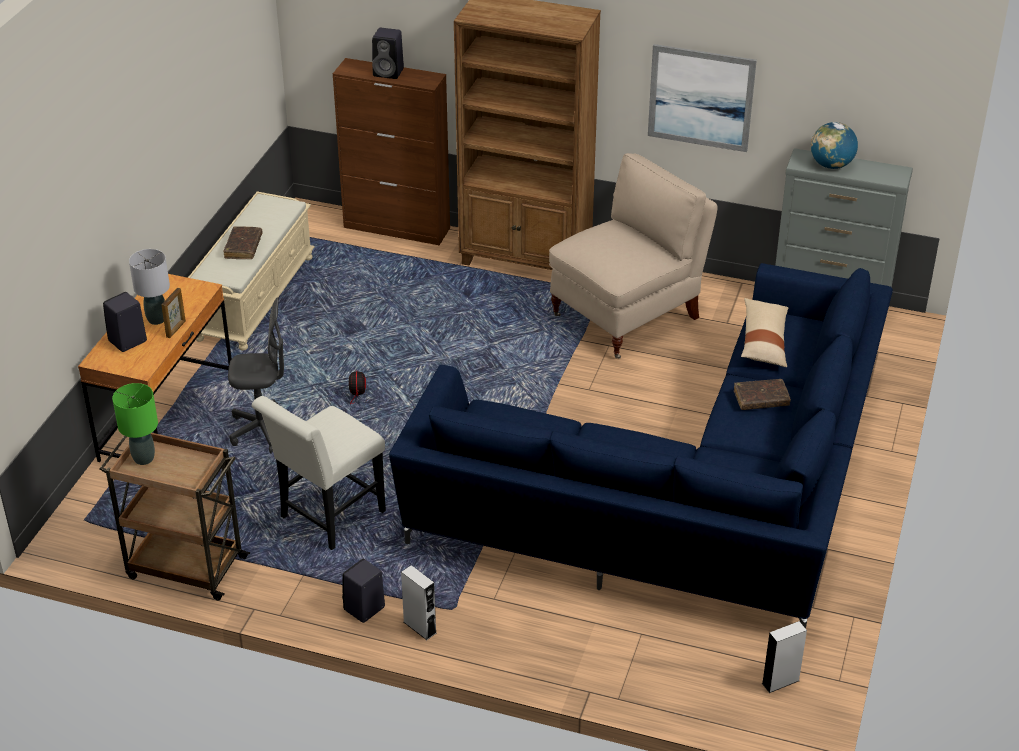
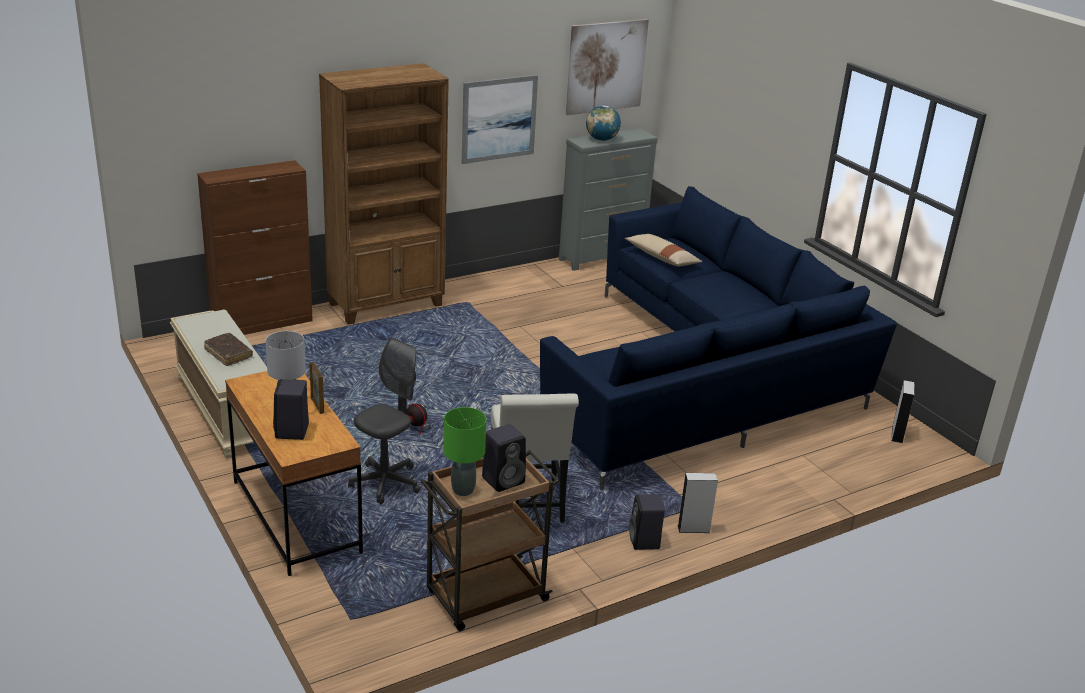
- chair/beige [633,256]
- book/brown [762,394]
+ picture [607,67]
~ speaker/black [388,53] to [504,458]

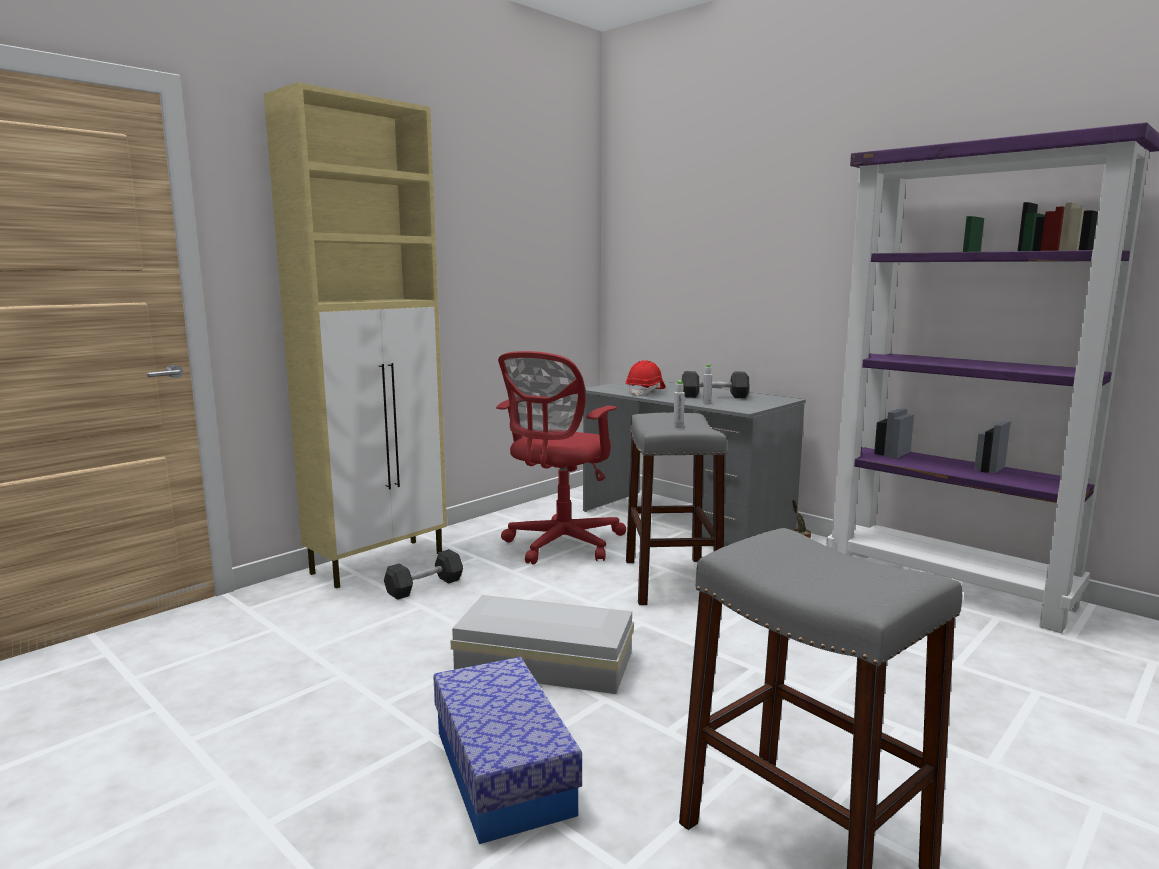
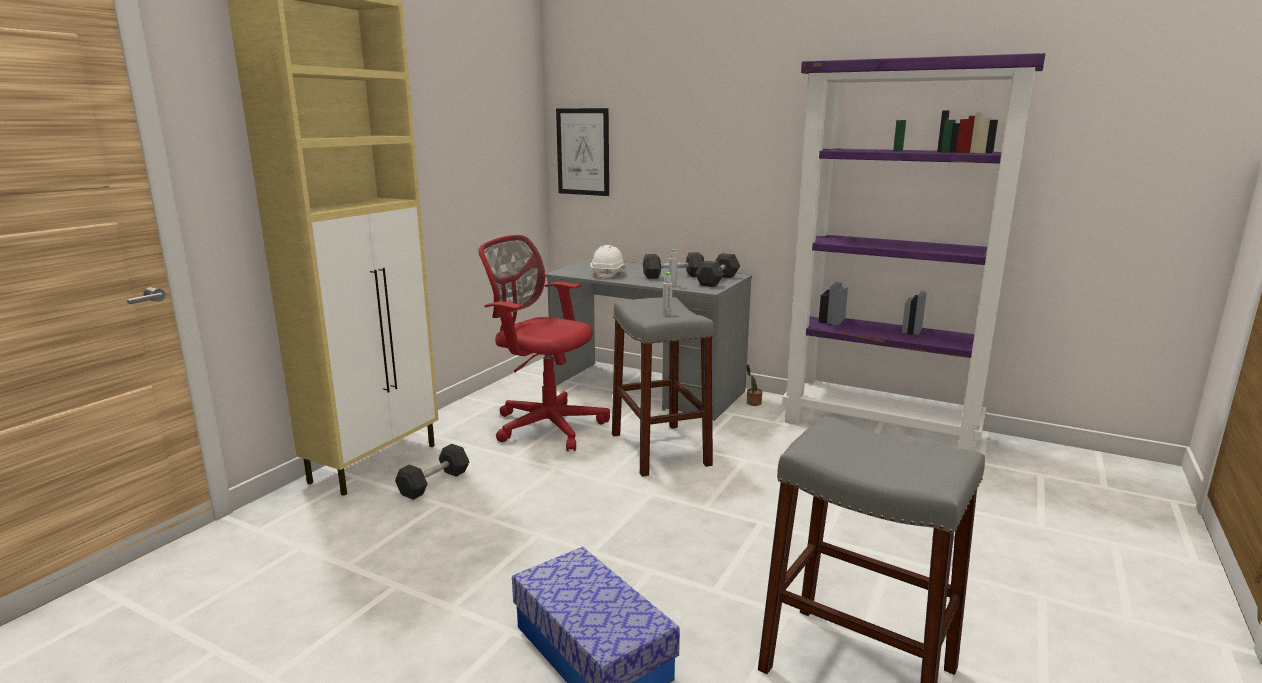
- storage box/white [542,644]
+ picture [582,152]
+ dumbbell/grey [717,270]
~ hard hat/red [645,378] to hard hat/white [608,262]
~ office chair/red [561,458] = [544,343] 105 degrees clockwise

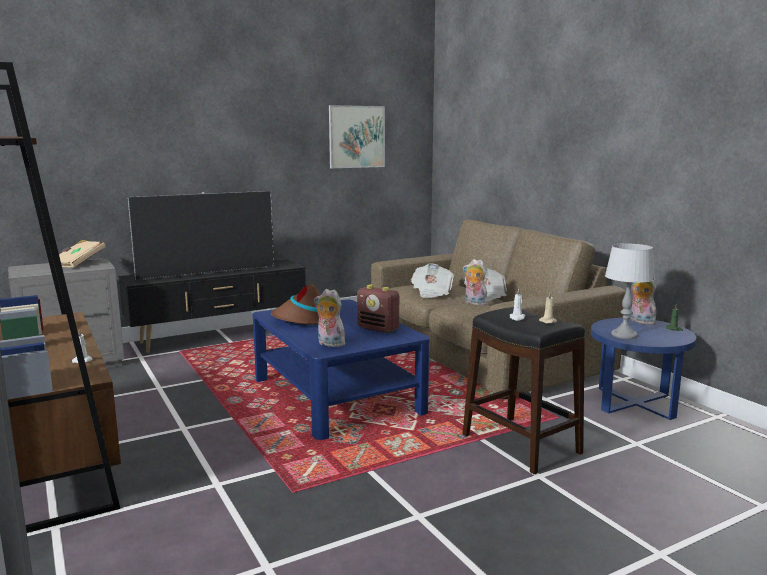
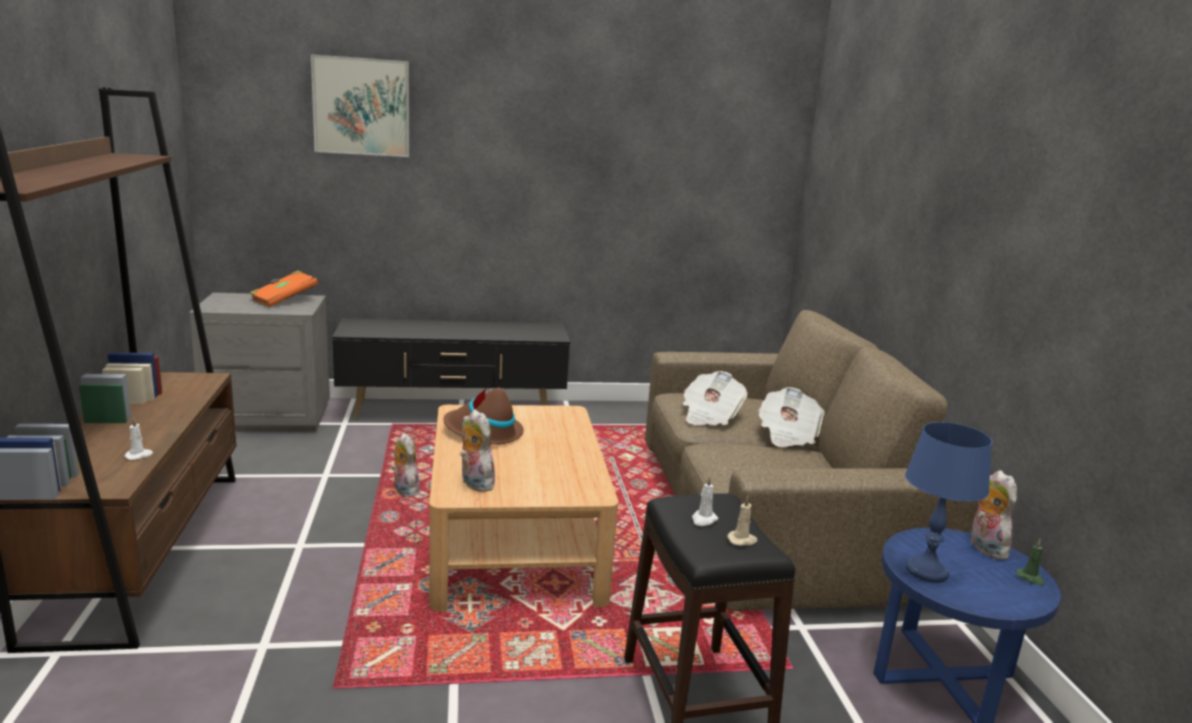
- television [201,235]
- radio [378,308]
~ picture [357,136] to [360,105]
~ plush toy [475,282] to [405,465]
~ book/beige [82,254] to book/orange [284,288]
~ coffee table/blue [341,370] to coffee table/beige [524,508]
~ table lamp/grey [630,291] to table lamp/blue [948,502]

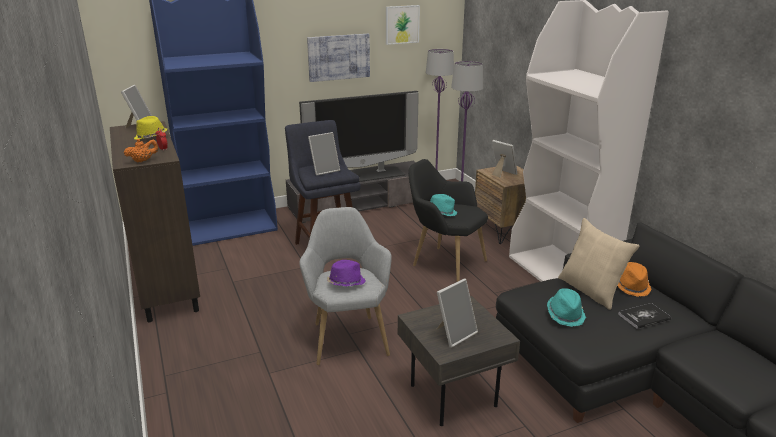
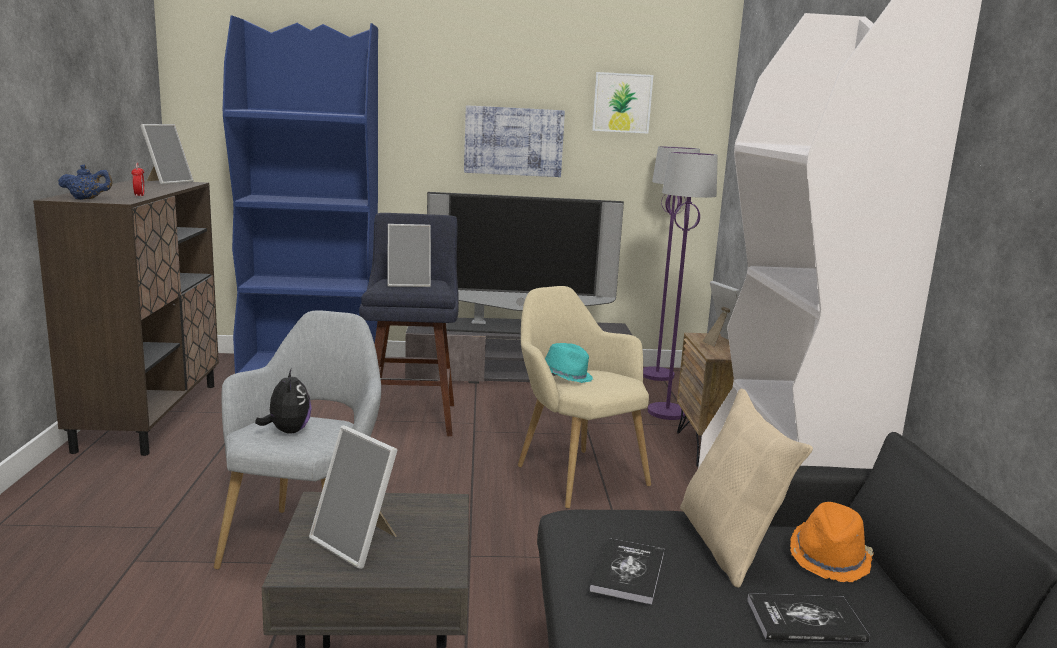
- hat/yellow [150,128]
~ hat/purple [346,273] to plush toy [283,401]
~ hat/turquoise [566,307] to book [626,571]
~ teapot/orange [141,151] to teapot/blue [85,182]
~ armchair/black [448,220] to armchair/beige [584,397]
~ picture frame [457,313] = [353,497] 60 degrees clockwise

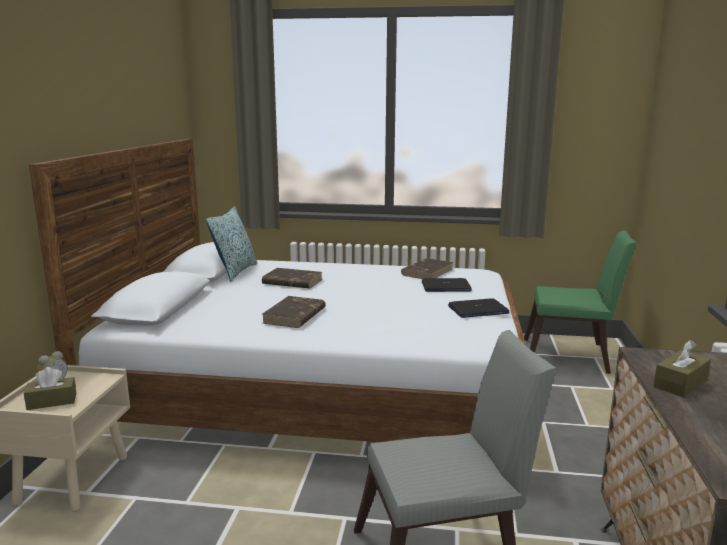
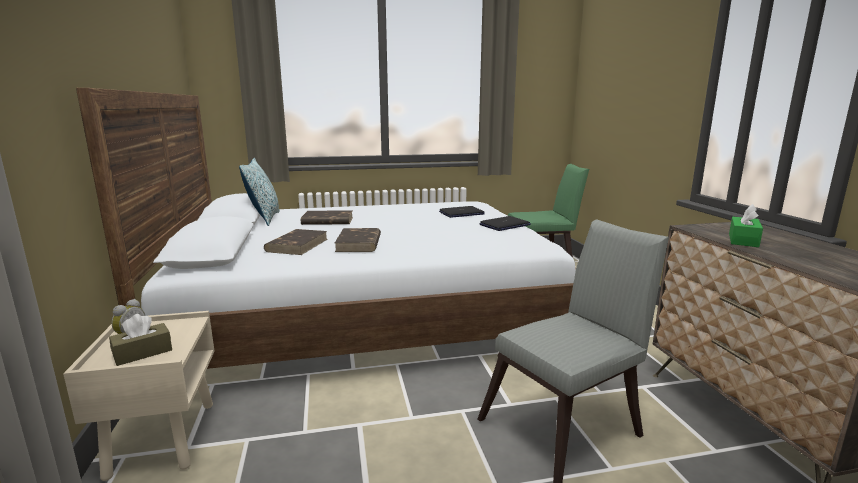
~ book/brown [427,268] to [295,242]
~ tissue box/brown [682,368] to tissue box/green [746,225]

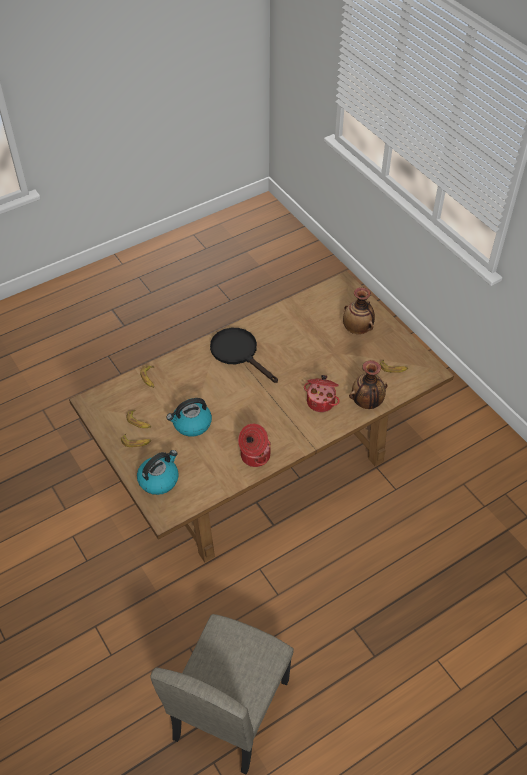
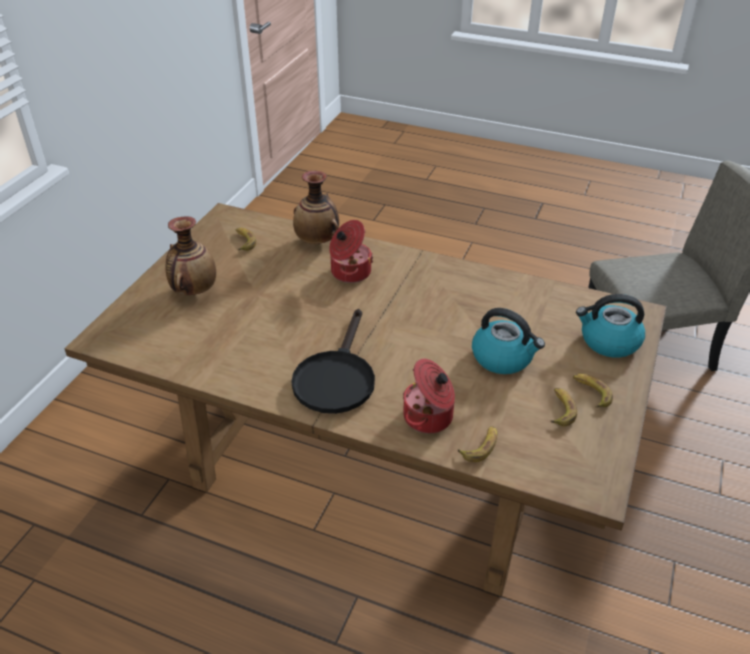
~ cooking pot [254,445] to [429,396]

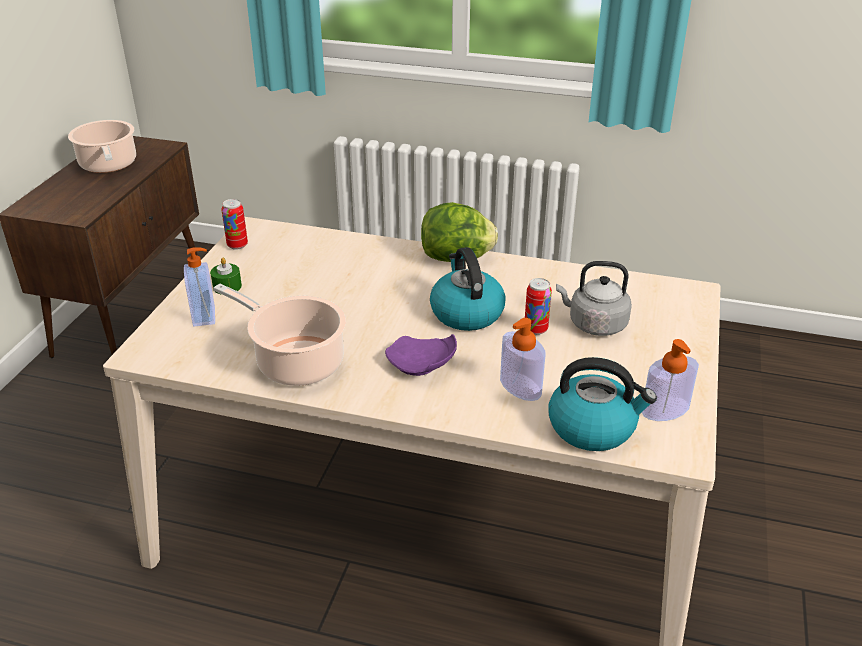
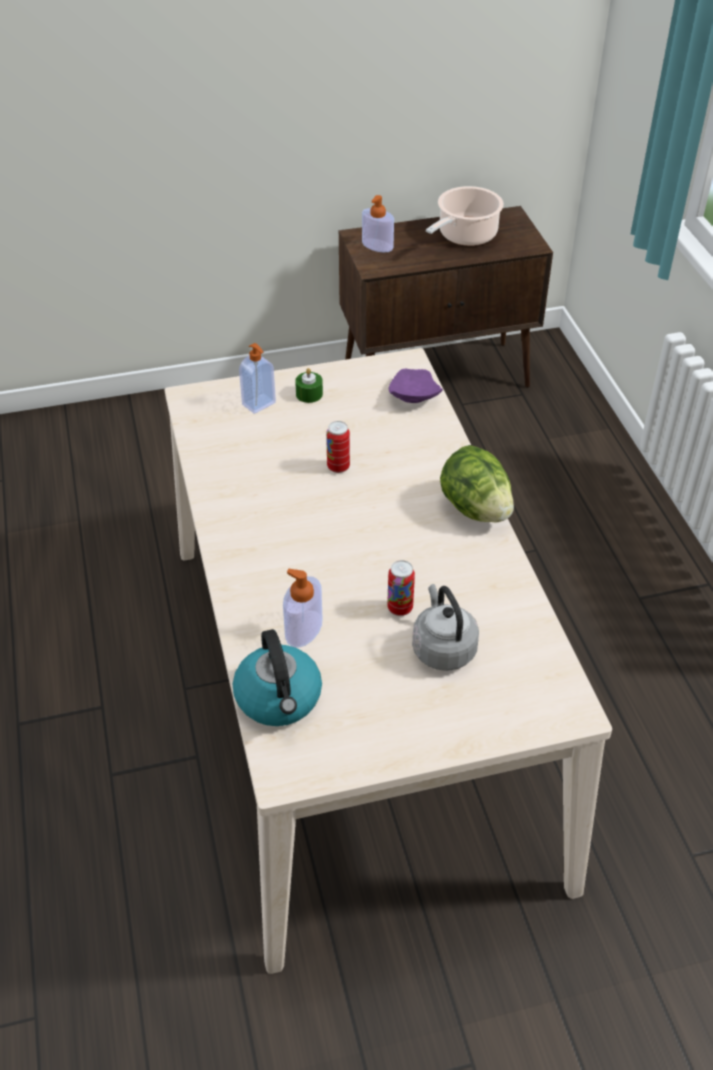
- cooking pot [279,334]
- kettle [468,289]
~ can [235,224] to [338,447]
~ plate/purple [421,355] to [416,386]
~ soap dispenser [670,380] to [378,224]

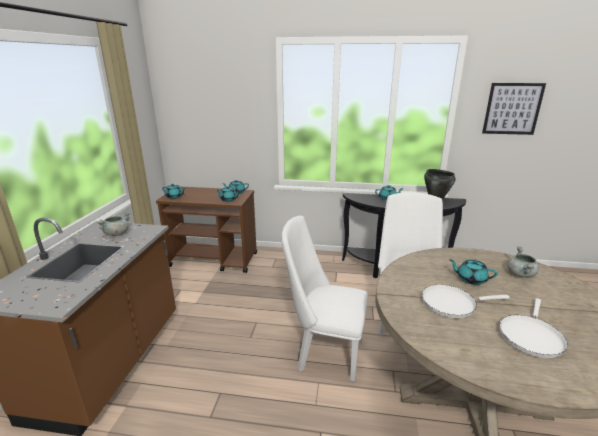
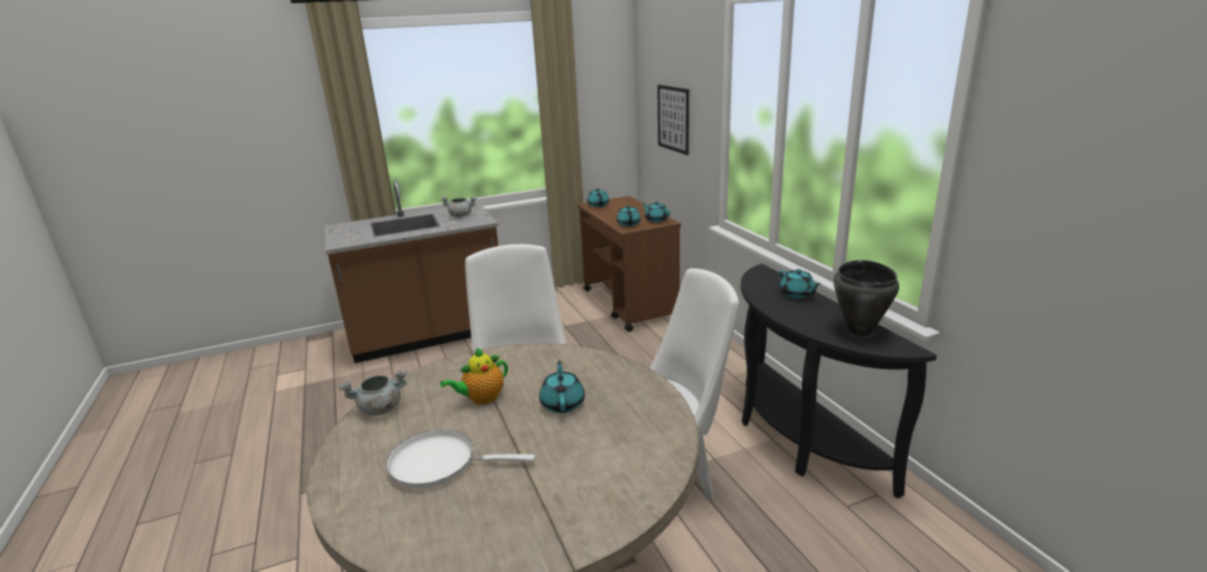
~ picture [514,109] to [673,120]
~ cooking pot/grey [523,262] to [373,392]
~ frying pan/white [466,301] to teapot [474,376]

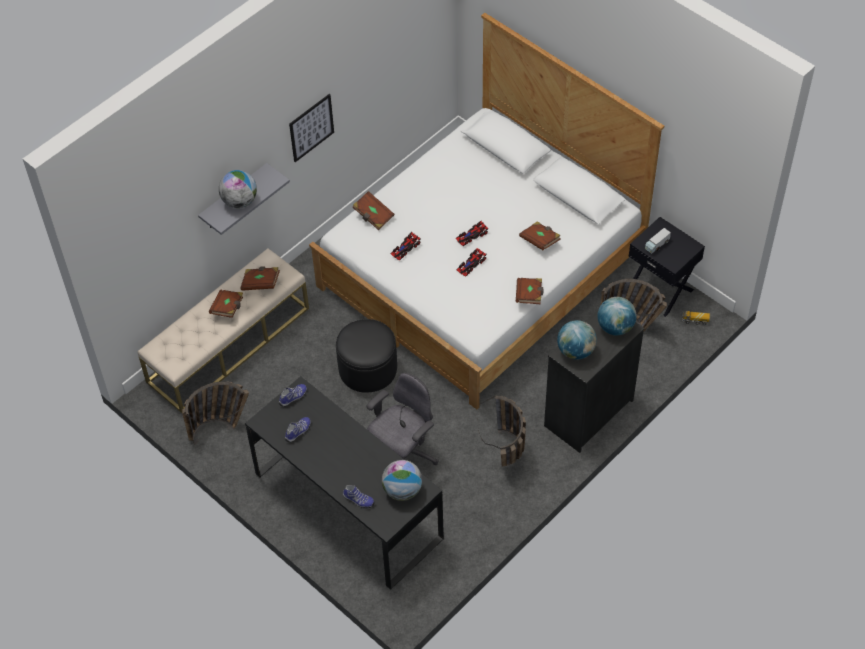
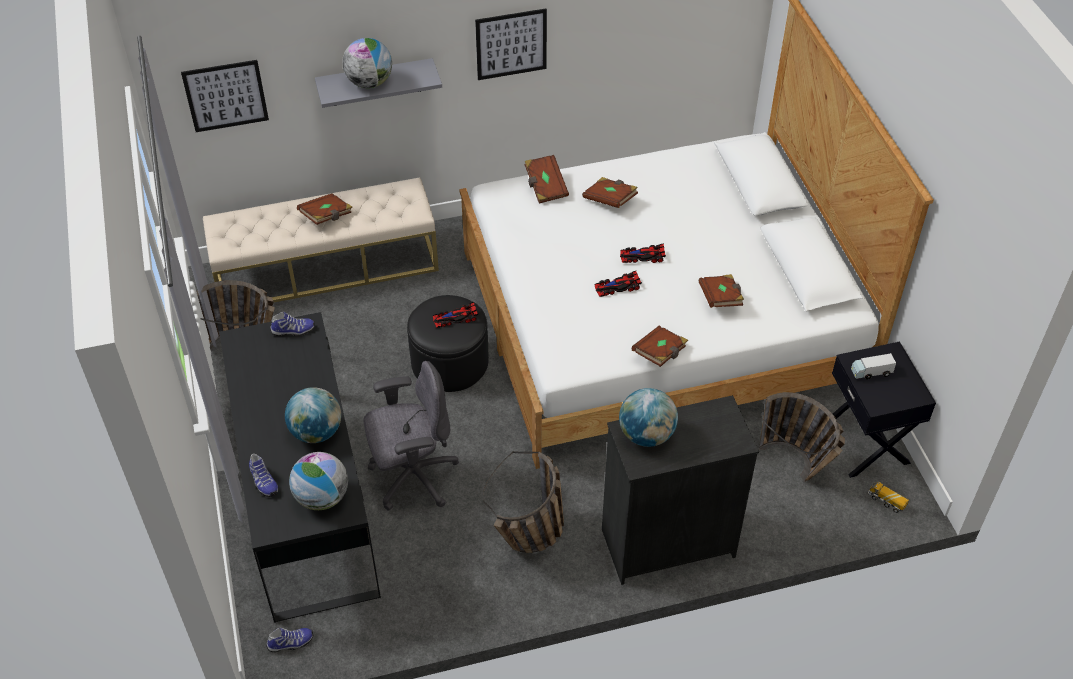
+ picture [225,96]
~ book/brown [260,278] to [610,192]
~ shoe [298,430] to [289,639]
~ toy car [406,246] to [455,315]
~ globe [617,316] to [313,415]

